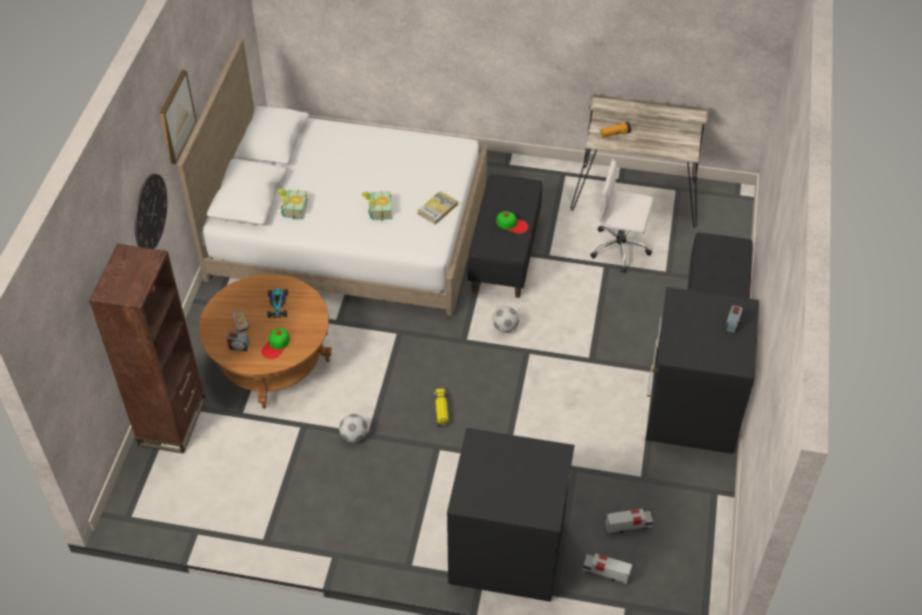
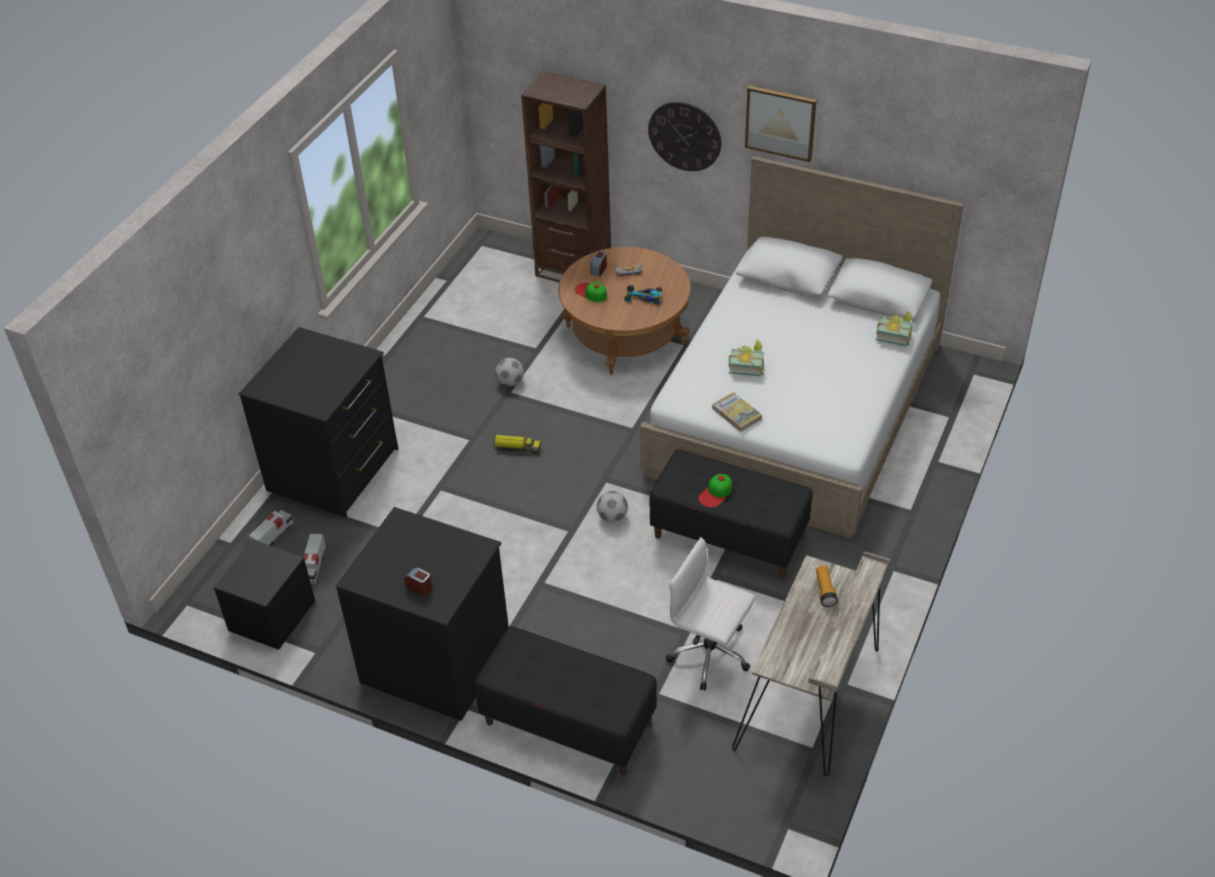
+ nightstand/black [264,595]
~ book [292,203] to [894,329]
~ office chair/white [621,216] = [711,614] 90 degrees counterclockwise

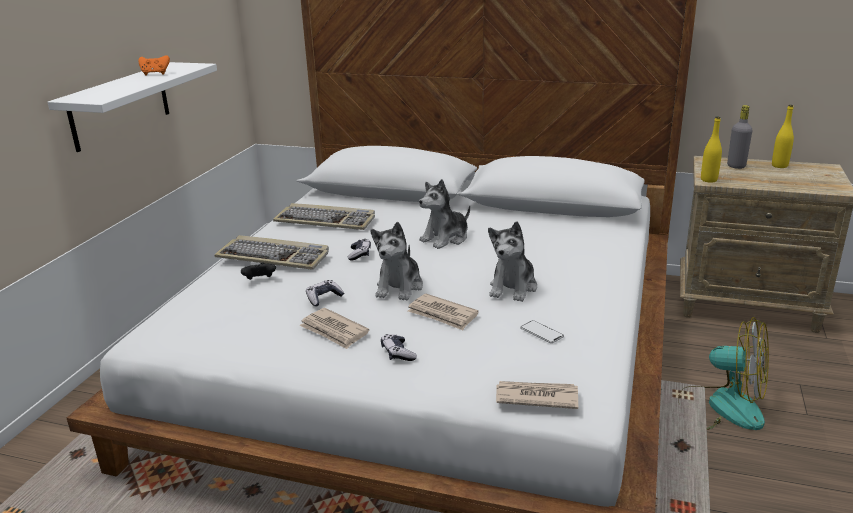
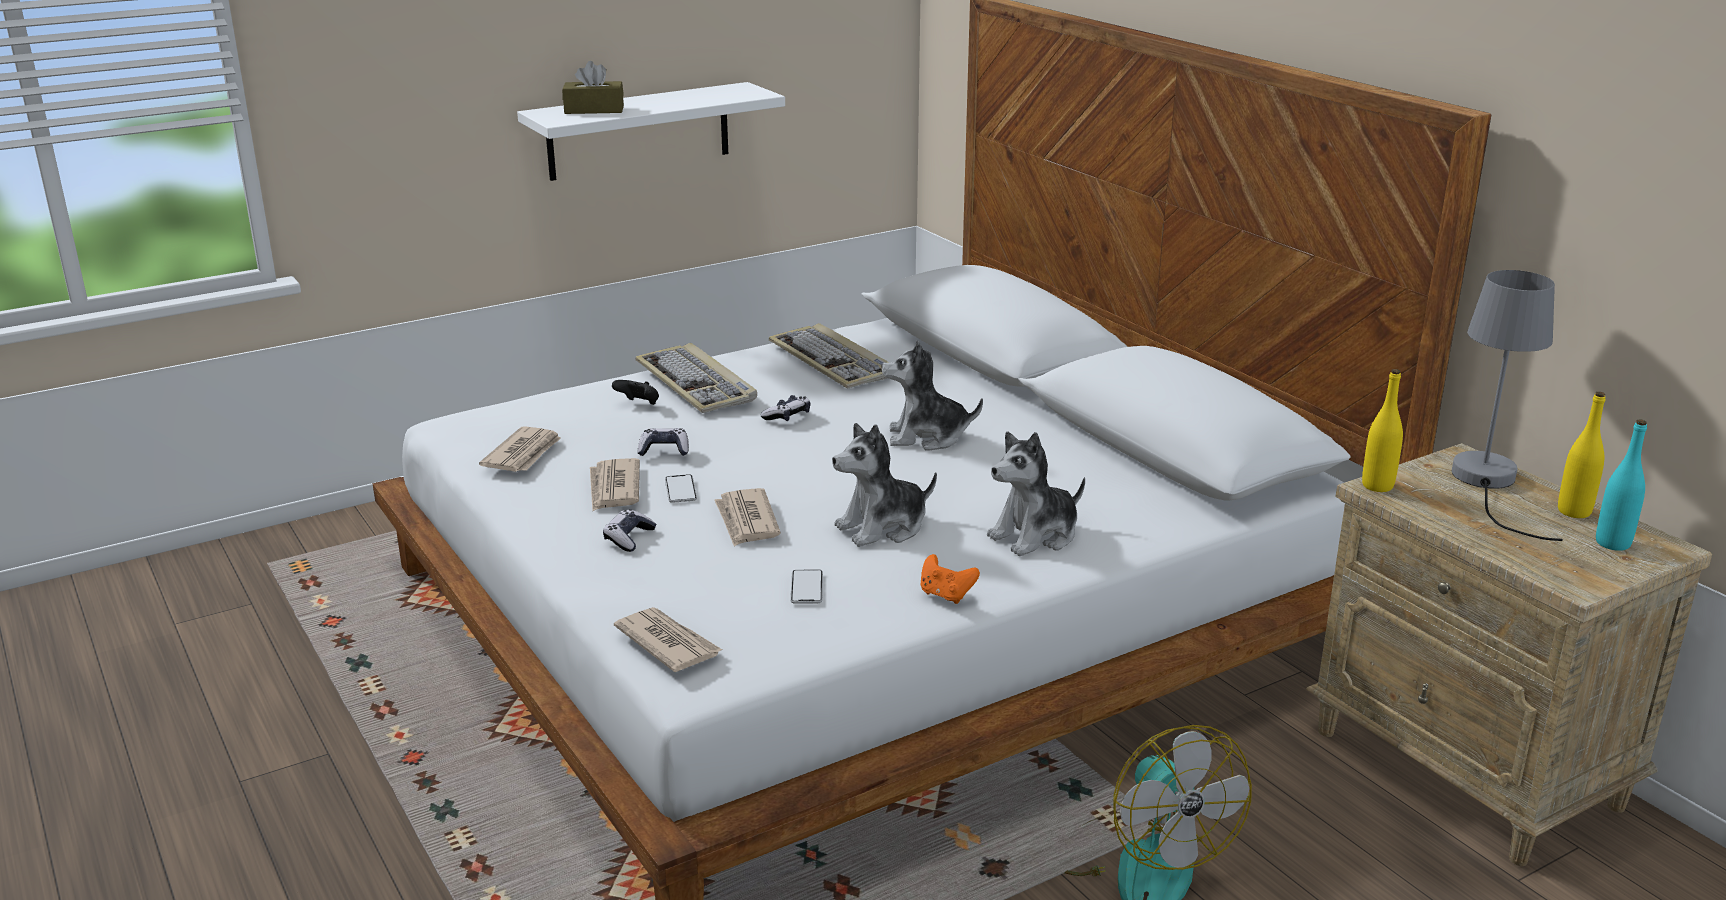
+ newspaper [520,449]
+ tissue box/brown [593,87]
+ phone [681,488]
+ bottle/turquoise [1621,485]
~ game controller/orange [154,66] to [950,579]
~ plush toy [396,261] to [1036,493]
~ bottle/grey [740,137] to table lamp/grey [1507,405]

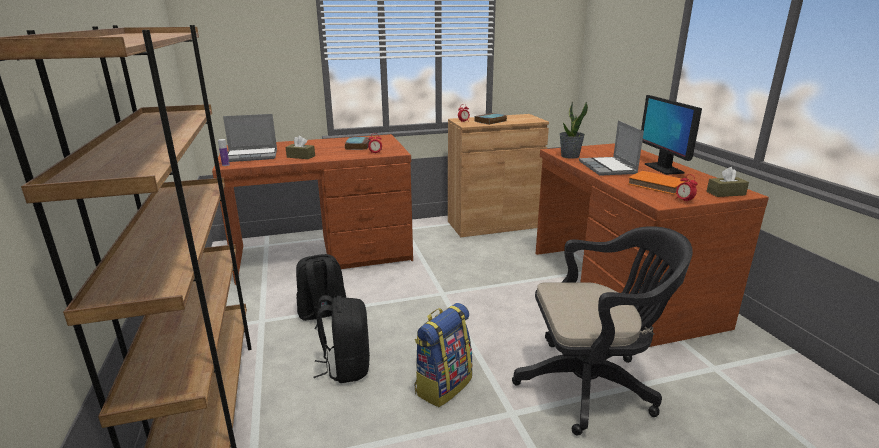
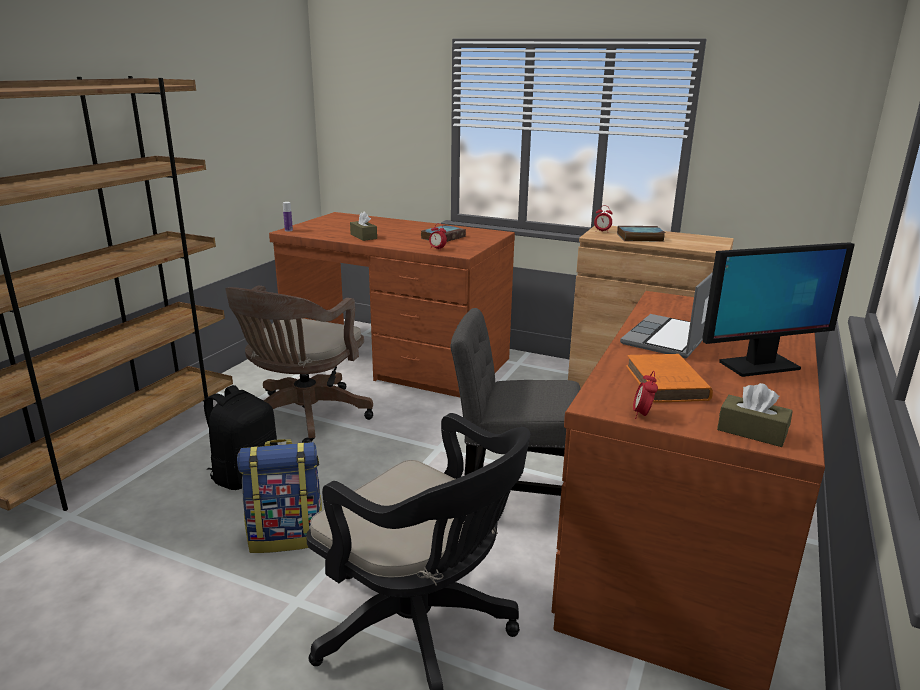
- laptop [250,138]
- potted plant [573,130]
+ chair/grey [515,402]
~ backpack/black [321,291] to office chair/brown [299,364]
~ monitor [671,135] = [778,310] 135 degrees counterclockwise

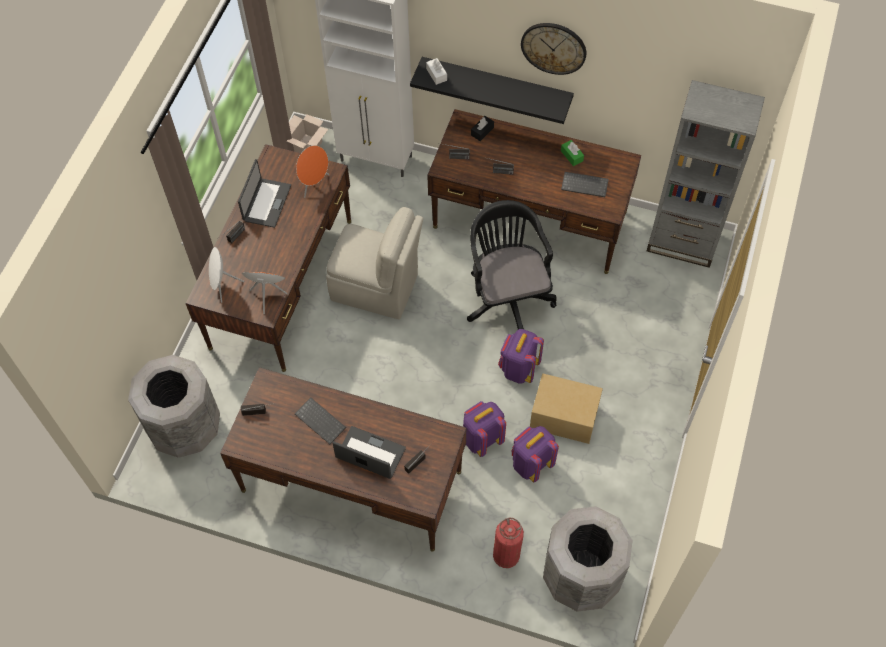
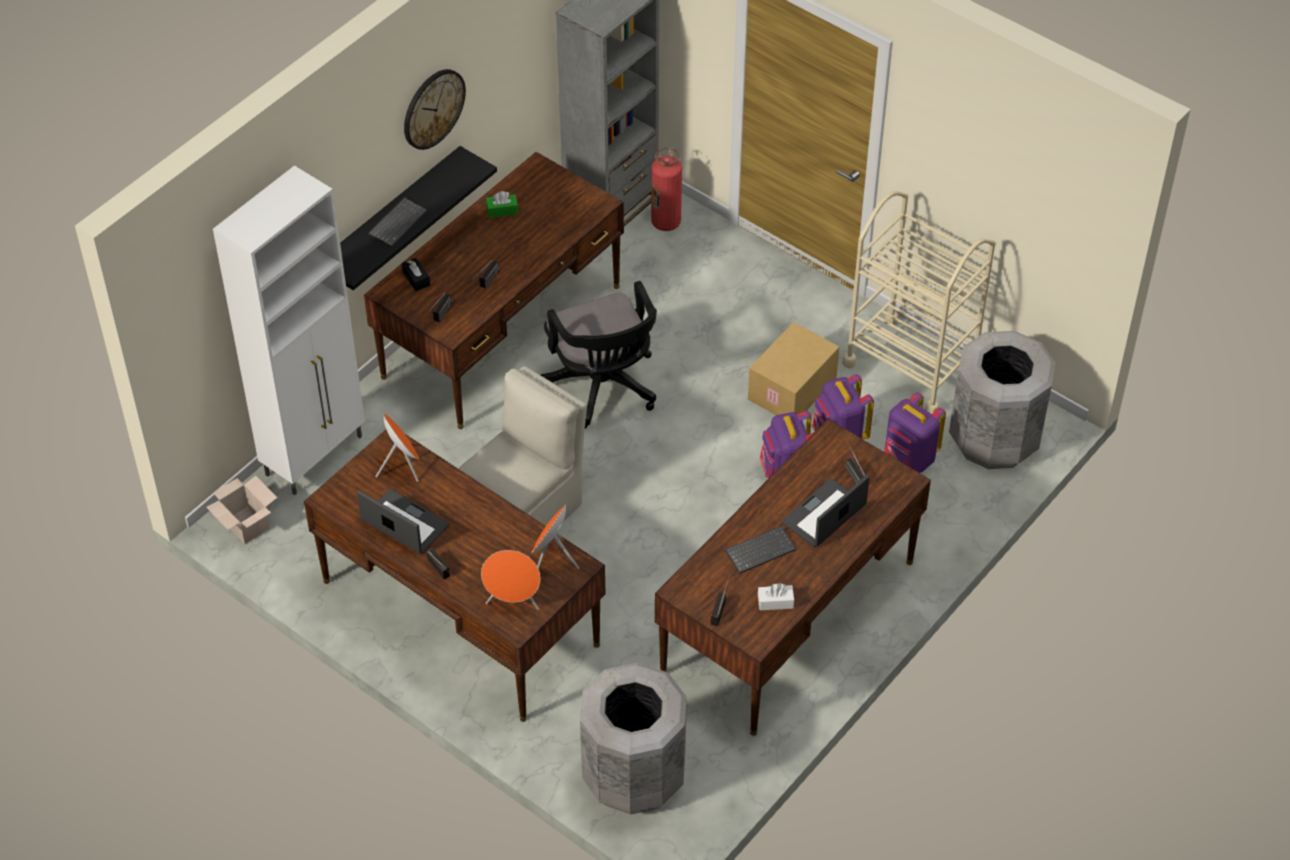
+ cart/beige [918,302]
~ tissue box/white [436,71] to [776,596]
~ fire extinguisher [508,542] to [666,189]
~ backpack/purple [521,356] to [915,432]
~ keyboard [585,184] to [397,222]
~ speaker/white [226,275] to speaker/orange [510,580]
~ office chair/black [511,265] = [599,355] 120 degrees counterclockwise

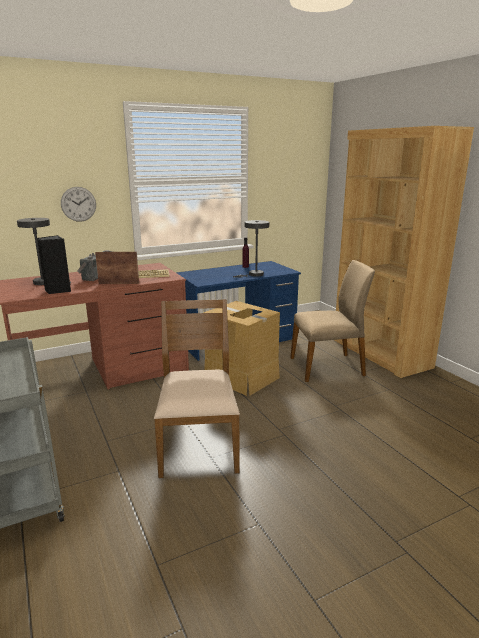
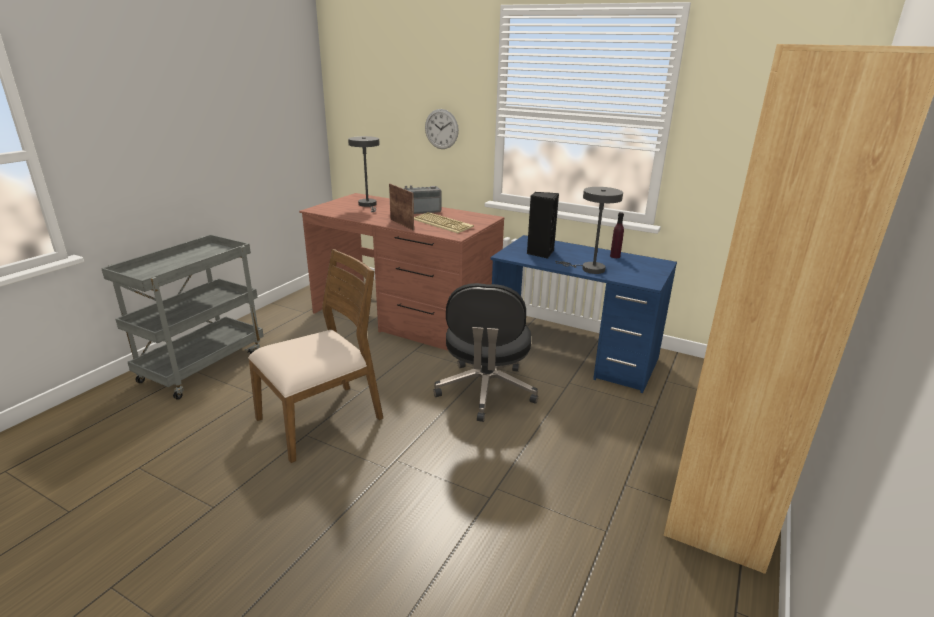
- chair/beige [332,321]
~ speaker/black [54,264] to [543,225]
~ cardboard box [242,348] to office chair/black [485,352]

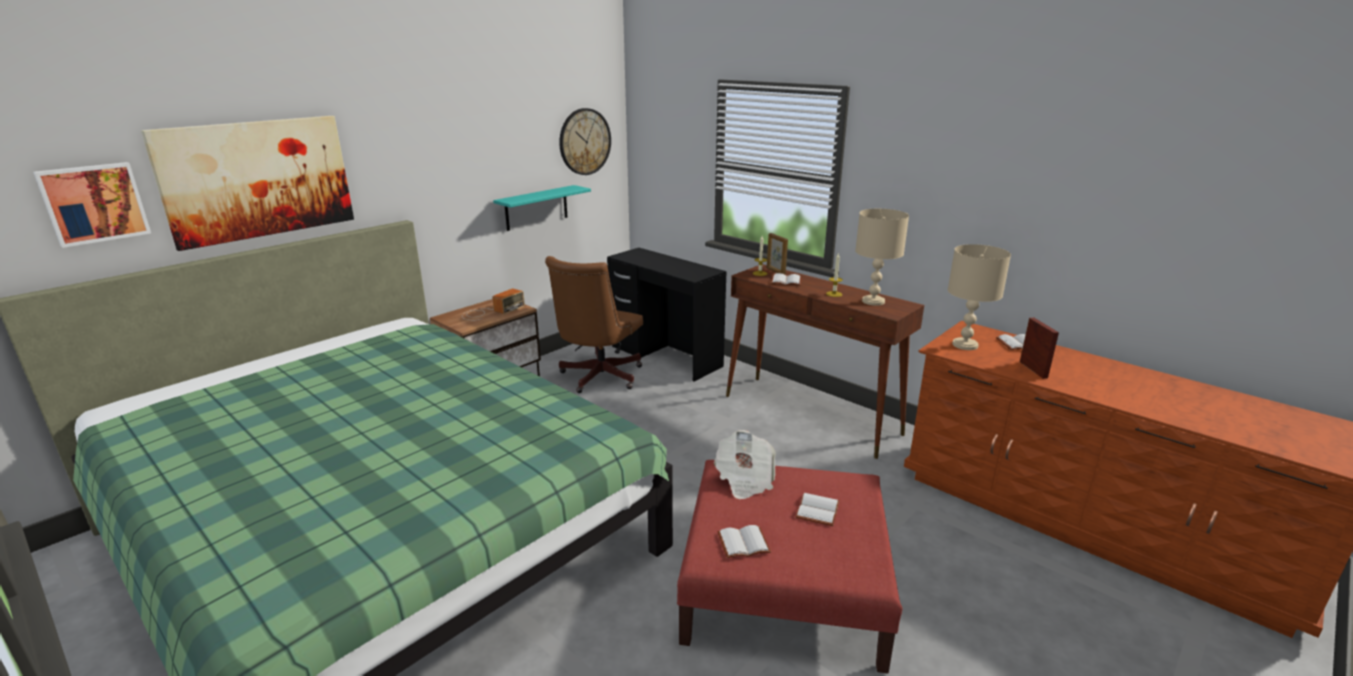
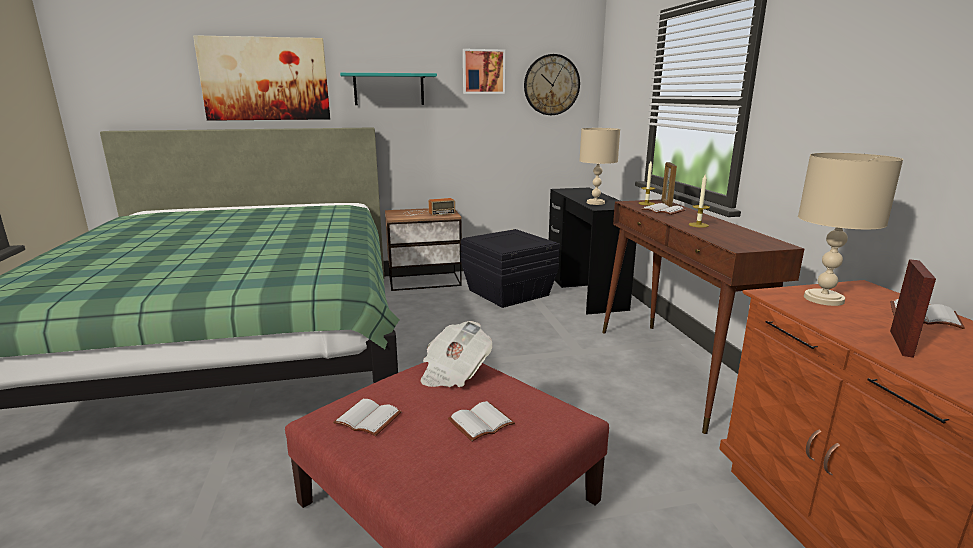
~ picture [92,205] to [484,71]
~ shelf/turquoise [542,208] to [388,89]
~ table lamp/beige [882,257] to [599,166]
~ office chair/brown [594,324] to storage box/black [510,268]

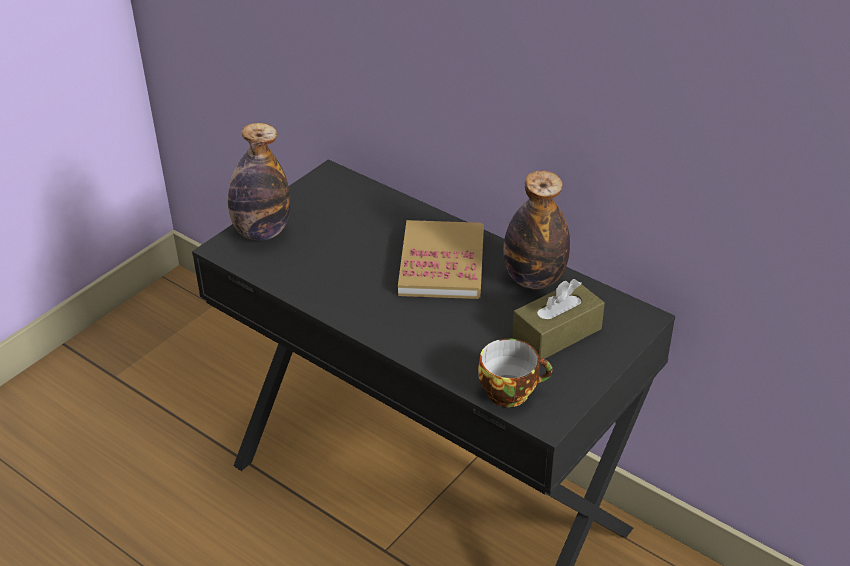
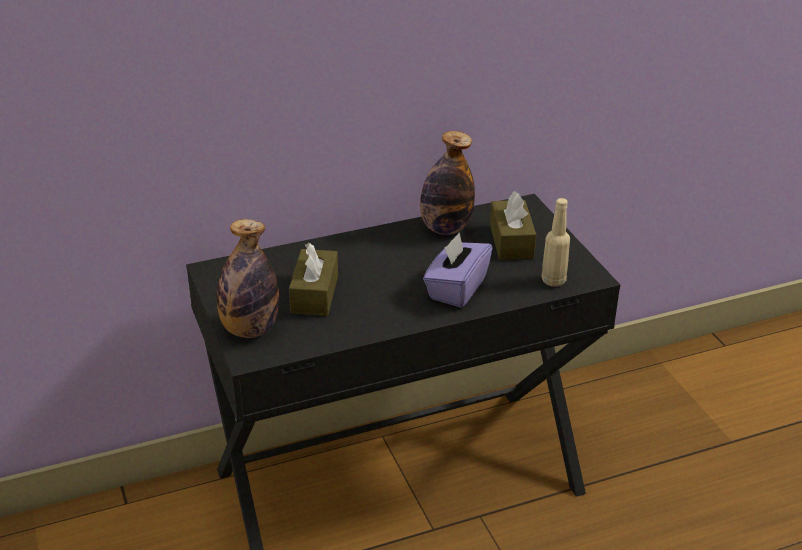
- book [441,259]
+ tissue box/brown [313,279]
+ tissue box/purple [457,270]
~ cup [515,372] to bottle/beige [555,242]

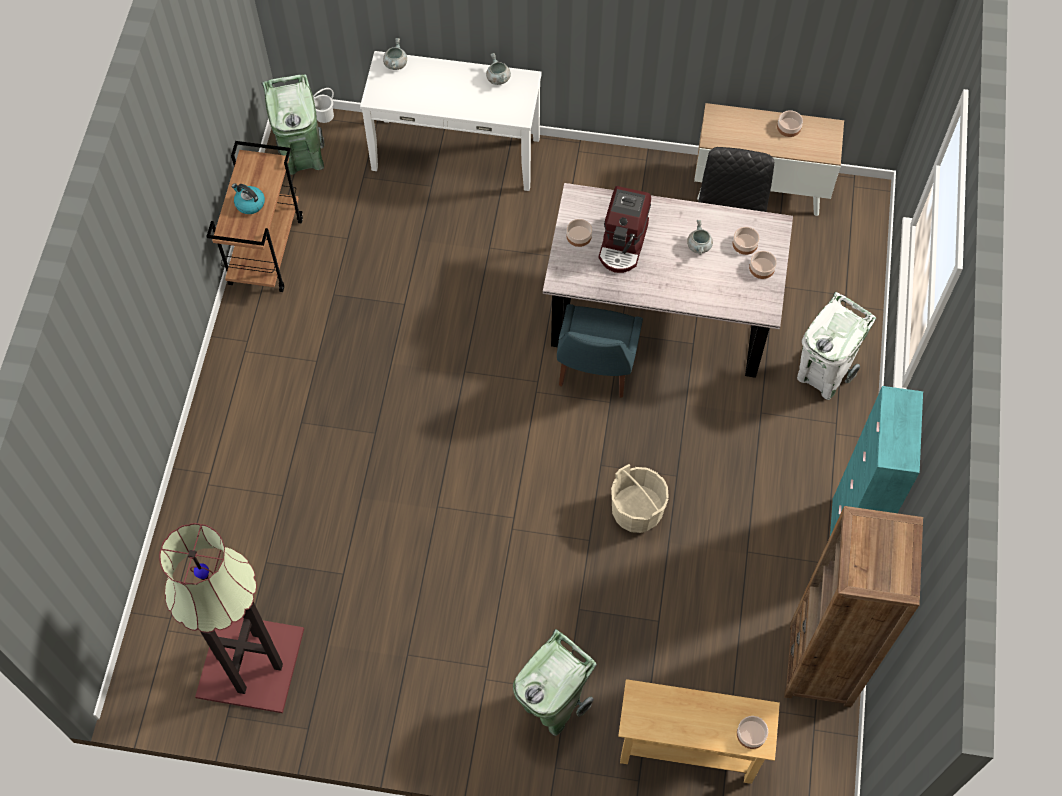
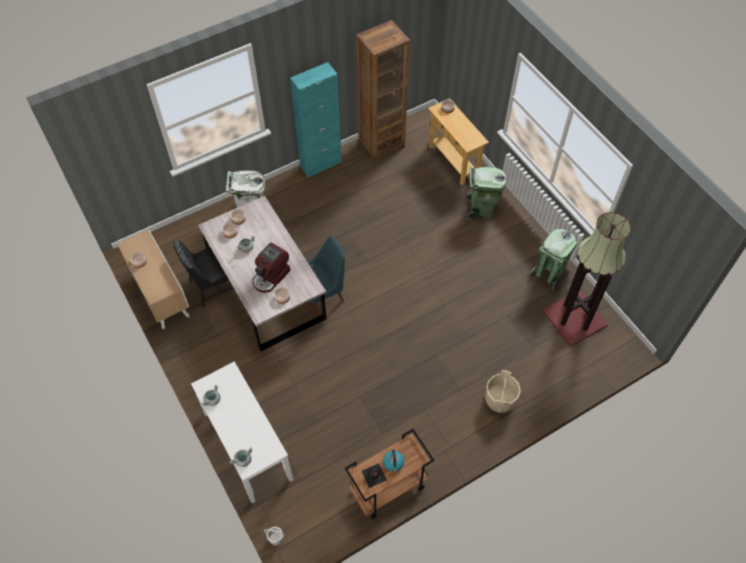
+ bottle/black [374,475]
~ trash can/green [293,125] to [553,260]
~ bucket/beige [640,498] to [502,391]
~ coffee machine [625,229] = [271,267] 150 degrees clockwise

